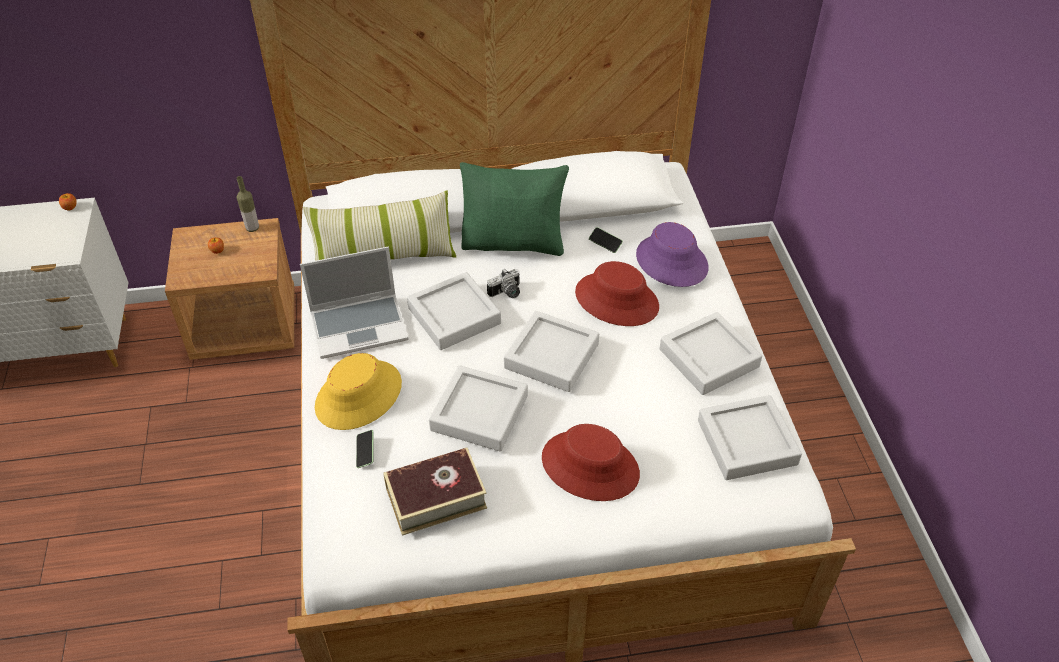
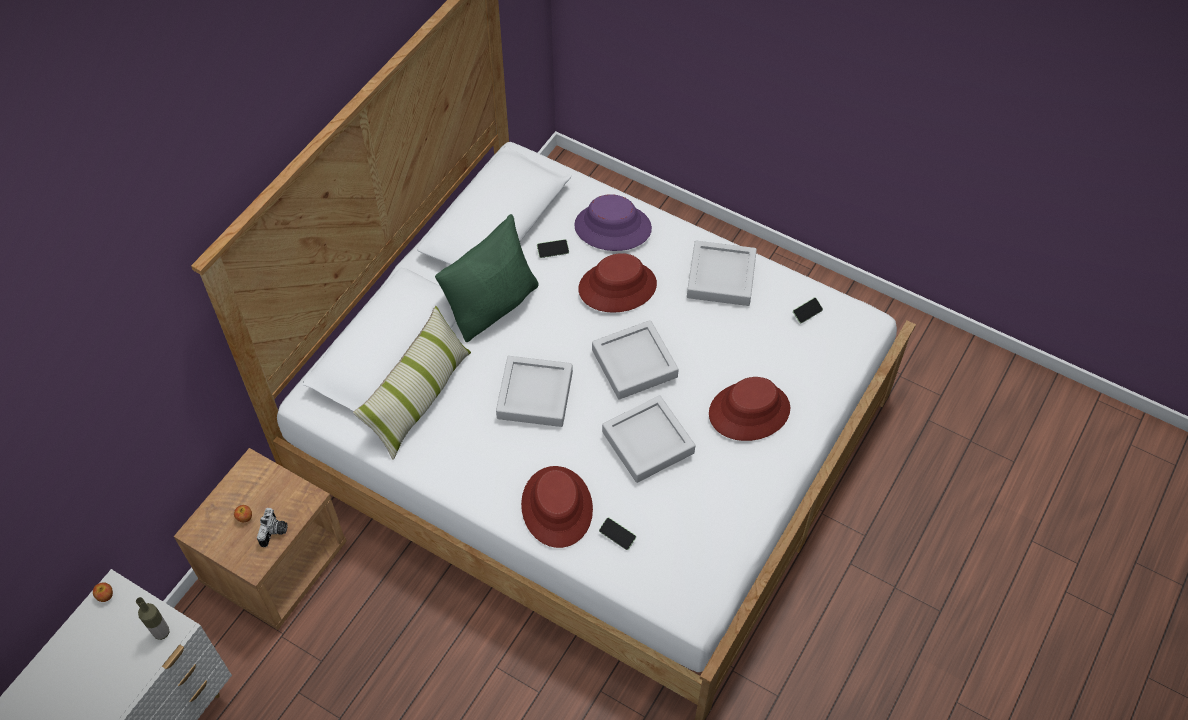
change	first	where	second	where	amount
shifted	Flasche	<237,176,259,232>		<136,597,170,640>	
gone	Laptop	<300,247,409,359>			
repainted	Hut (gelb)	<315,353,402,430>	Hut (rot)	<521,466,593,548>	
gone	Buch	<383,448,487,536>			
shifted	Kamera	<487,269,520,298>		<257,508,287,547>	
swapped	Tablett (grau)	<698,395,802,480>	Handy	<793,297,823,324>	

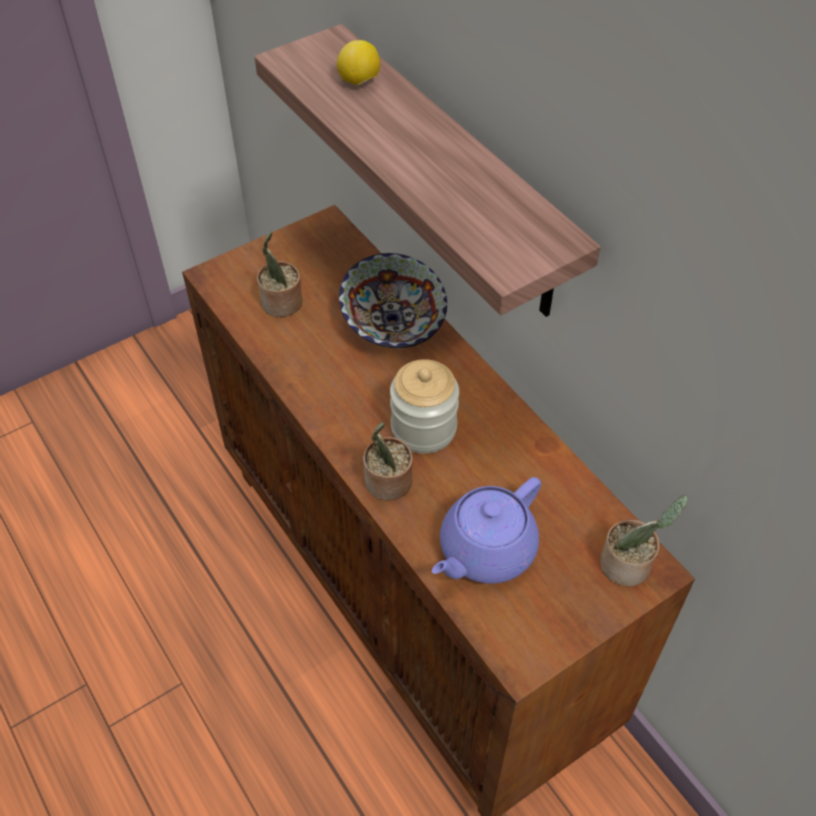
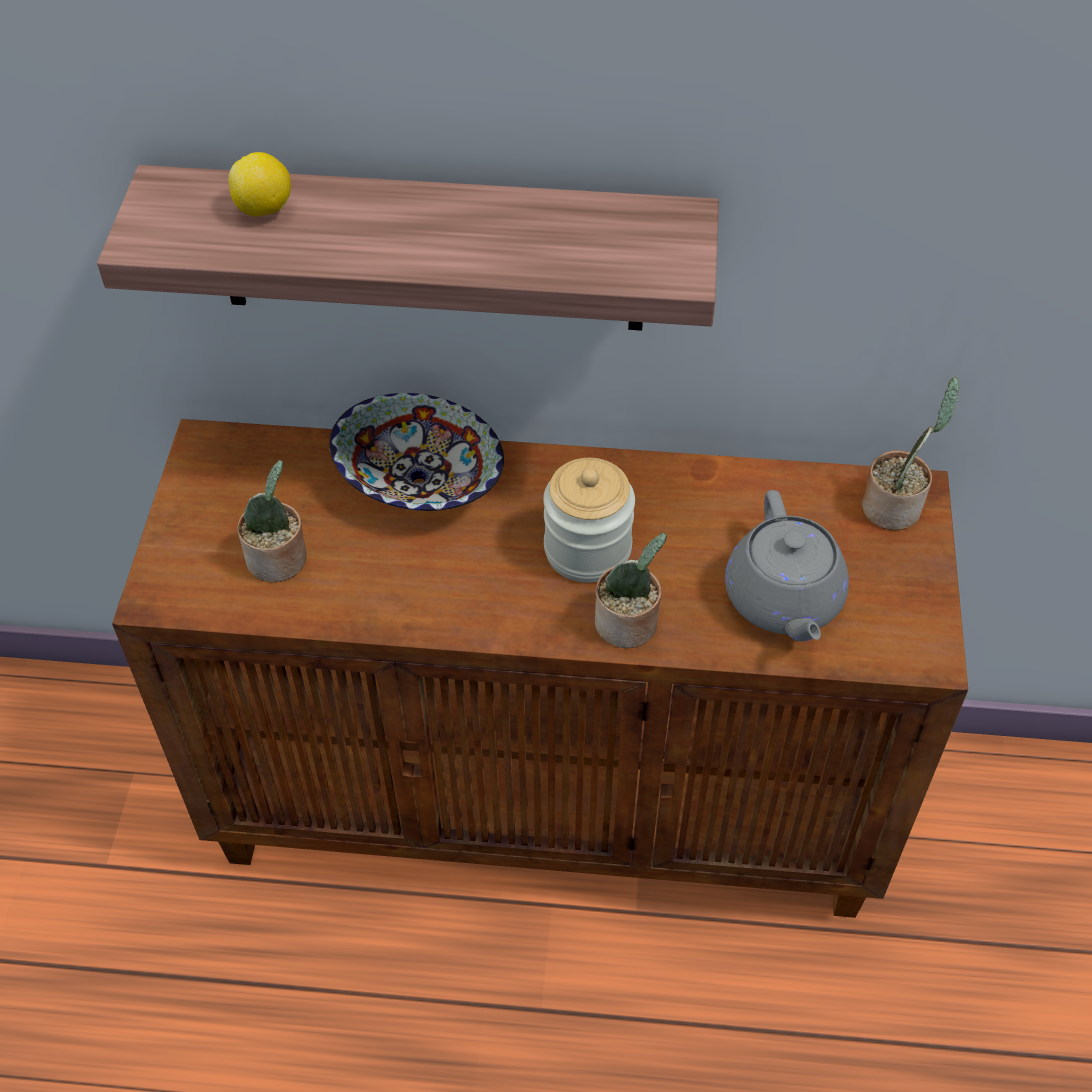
change	first	where	second	where	amount
repainted	Teekanne (lila)	<432,477,541,584>	Teekanne (grau)	<725,490,849,641>	

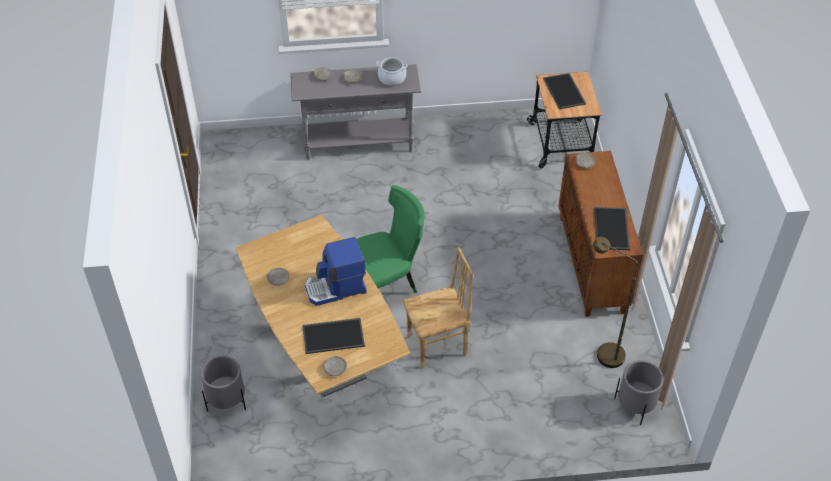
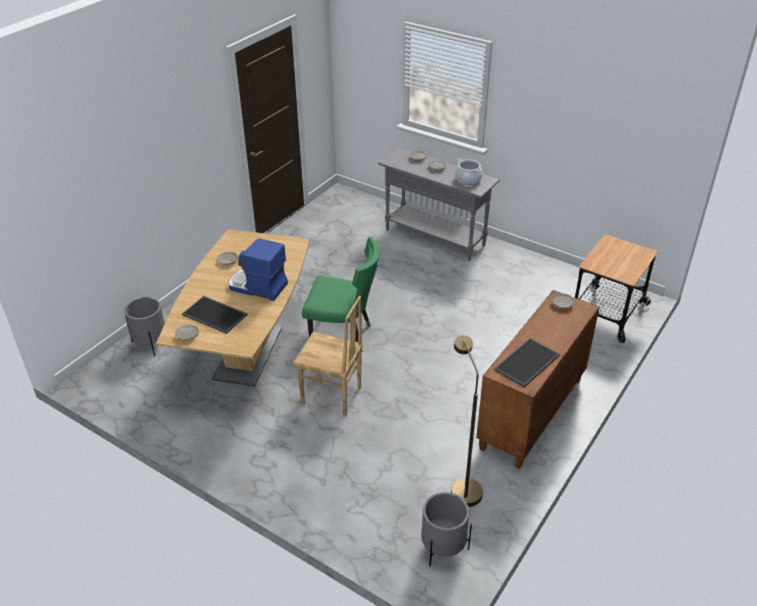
change	first	where	second	where	amount
gone	Tablett	<543,73,586,109>			

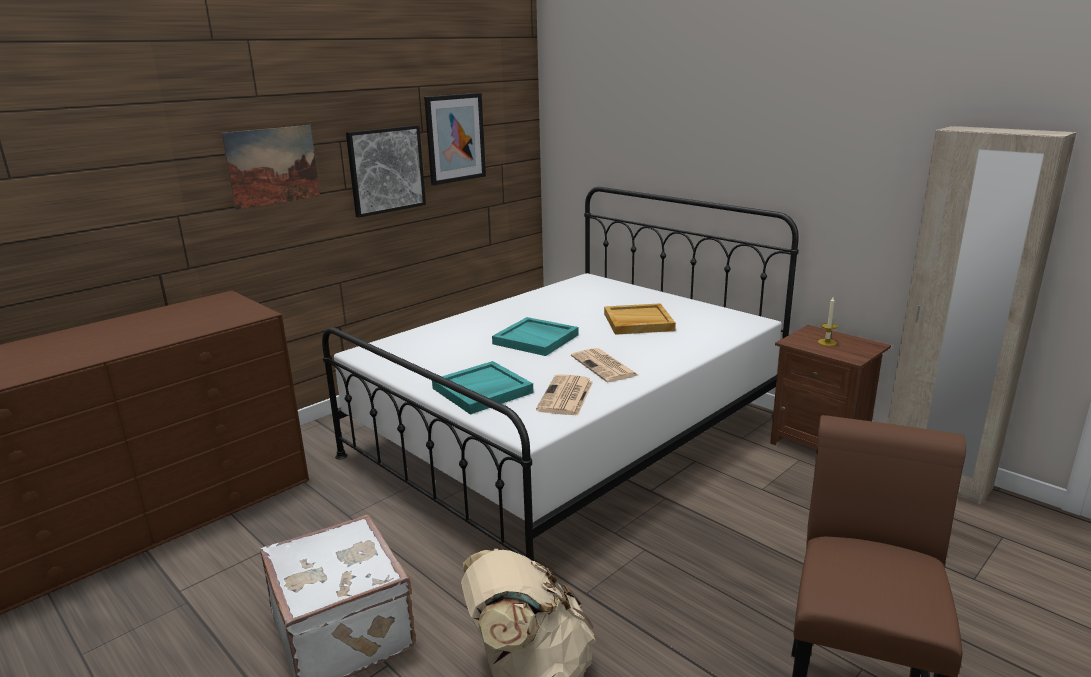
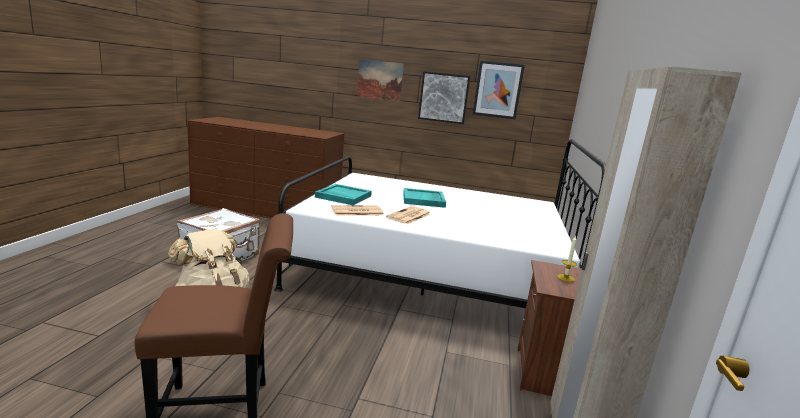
change	first	where	second	where	amount
gone	Tablett (beige)	<604,303,676,335>			

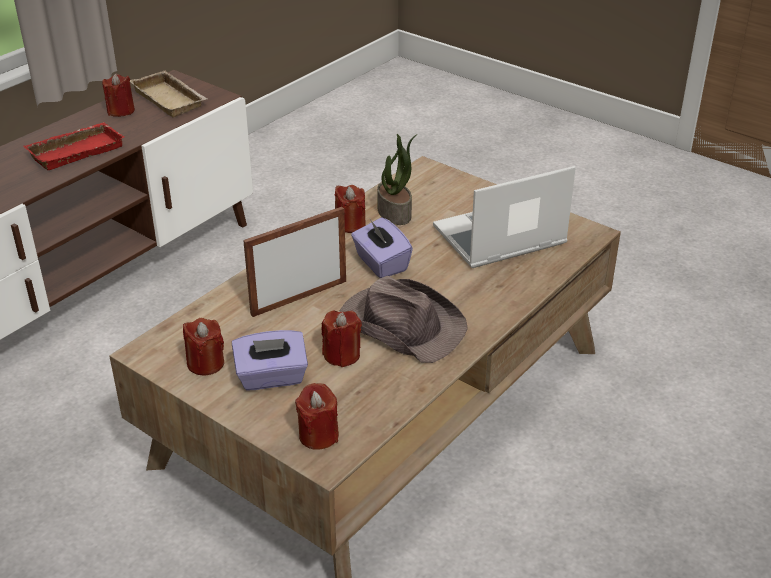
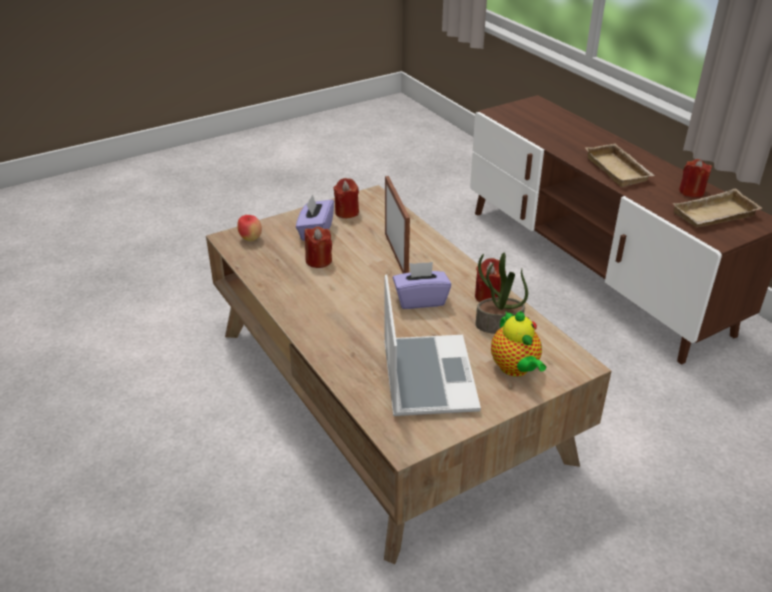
change	first	where	second	where	amount
repainted	Tablett (rot)	<24,122,124,170>	Tablett (beige)	<585,143,655,187>	
swapped	Kerze (rot)	<295,383,339,450>	Apfel	<237,215,262,241>	
gone	Hut (braun)	<339,276,468,363>			
new			Teekanne	<491,311,546,377>	

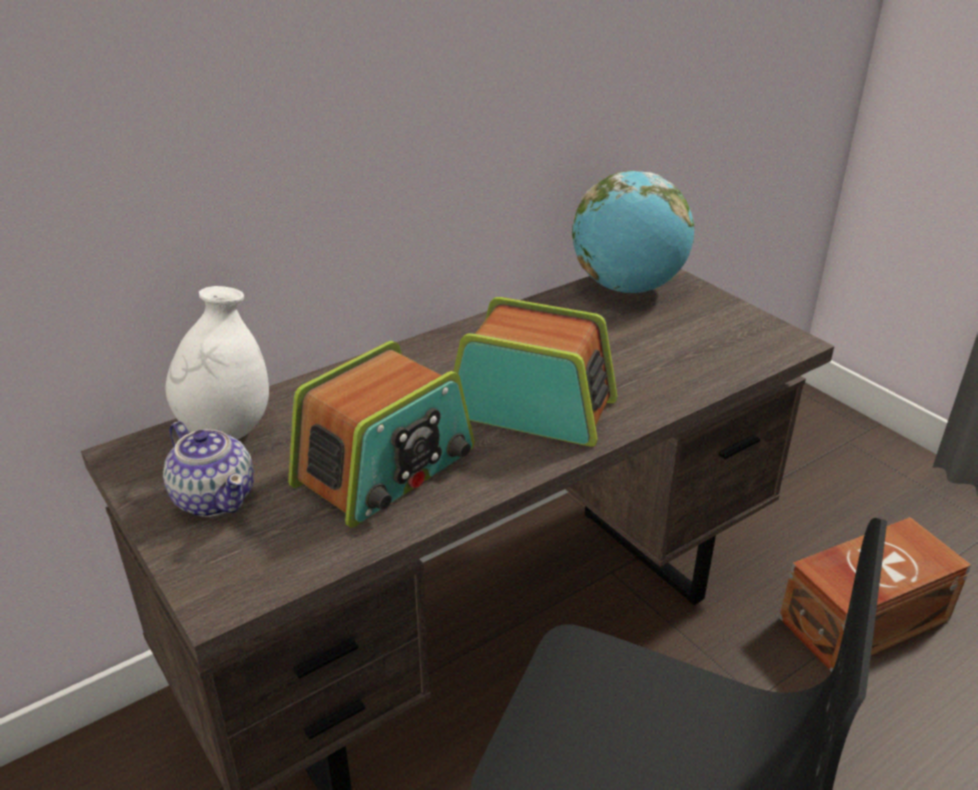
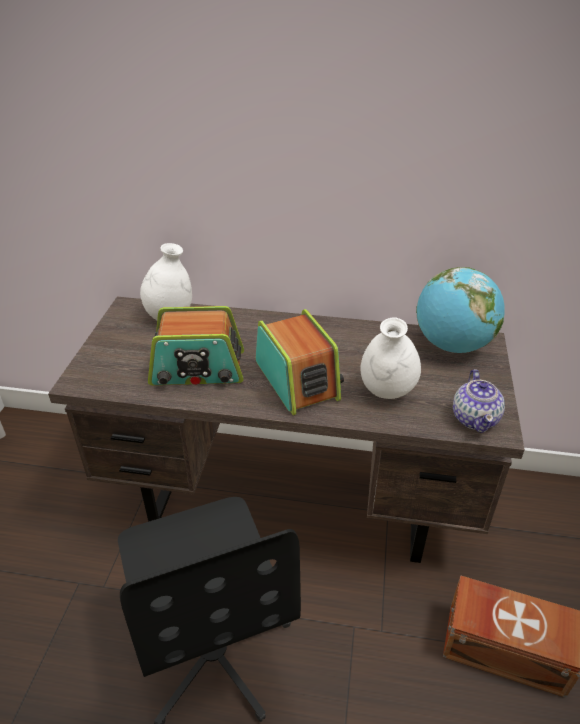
change	first	where	second	where	amount
shifted	Teekanne	<163,421,254,517>		<453,369,505,433>	
new			Vase (weiß)	<360,318,421,399>	

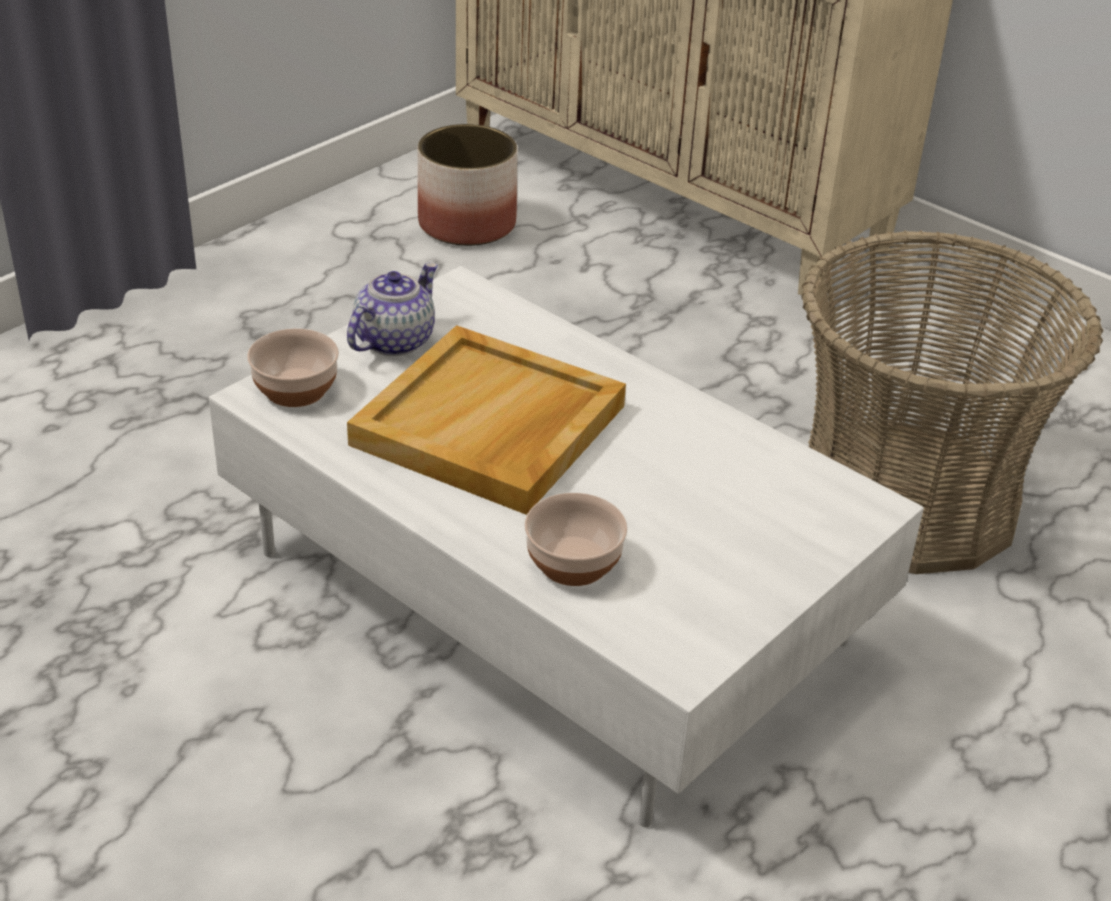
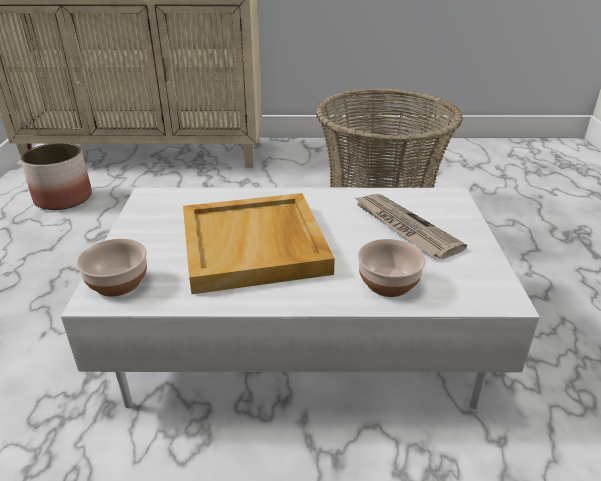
change	first	where	second	where	amount
gone	Teekanne	<347,263,438,356>			
new			Zeitung	<354,194,467,259>	

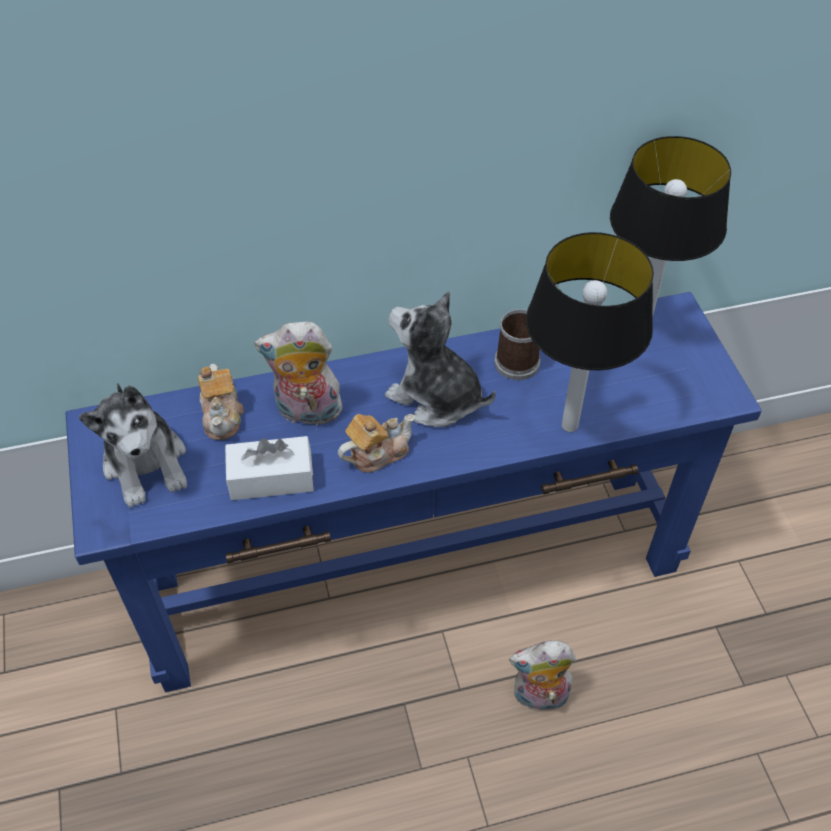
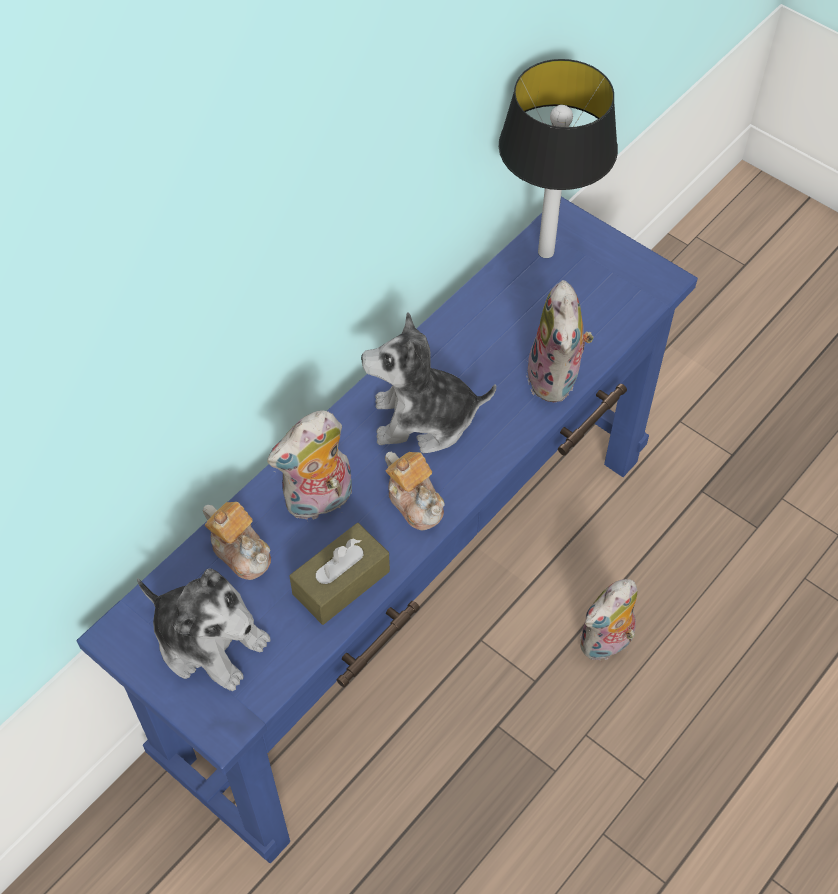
change	first	where	second	where	amount
repainted	Taschentuchbox (weiß)	<225,436,314,500>	Taschentuchbox (braun)	<289,523,390,625>	
rotated	Teekanne	<338,414,415,473>		<385,452,445,531>	120 degrees clockwise
gone	Henkelbecher	<494,309,540,380>			
swapped	Tischlampe	<526,232,654,432>	Plüschtier	<526,280,594,403>	

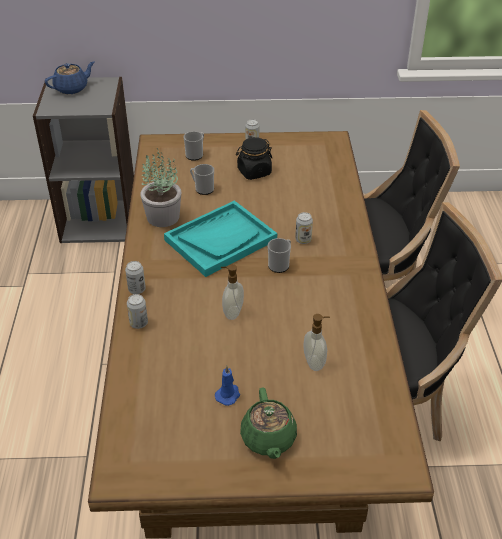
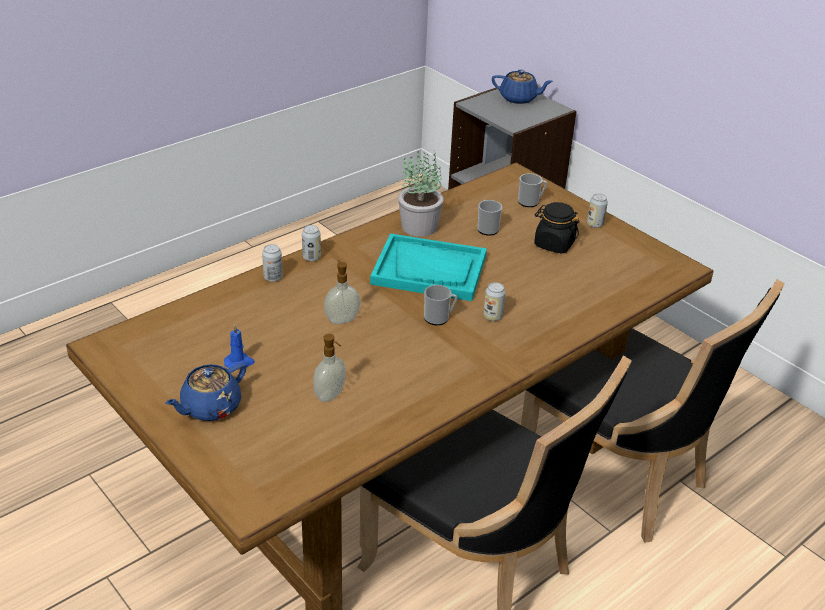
change	first	where	second	where	amount
repainted	Teekanne (grün)	<240,387,297,459>	Teekanne (blau)	<165,363,246,421>	

